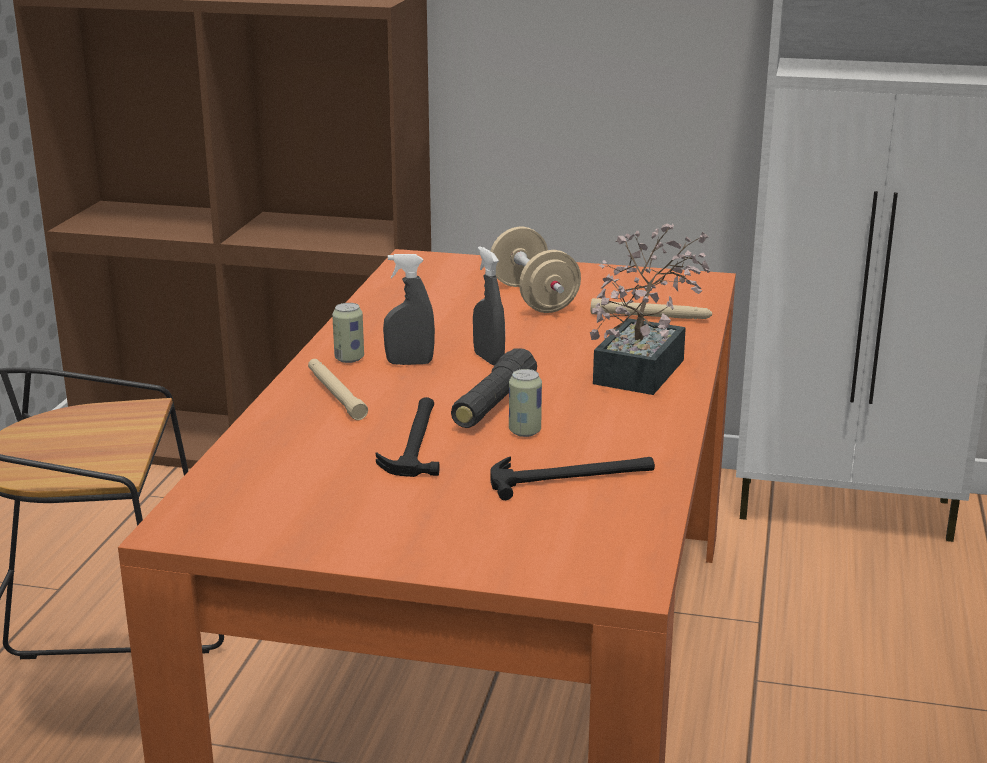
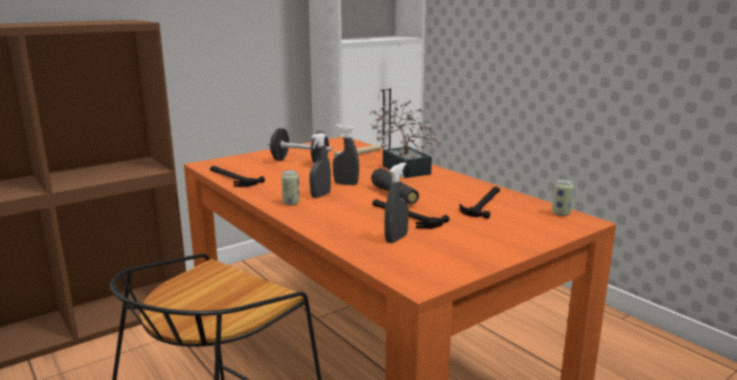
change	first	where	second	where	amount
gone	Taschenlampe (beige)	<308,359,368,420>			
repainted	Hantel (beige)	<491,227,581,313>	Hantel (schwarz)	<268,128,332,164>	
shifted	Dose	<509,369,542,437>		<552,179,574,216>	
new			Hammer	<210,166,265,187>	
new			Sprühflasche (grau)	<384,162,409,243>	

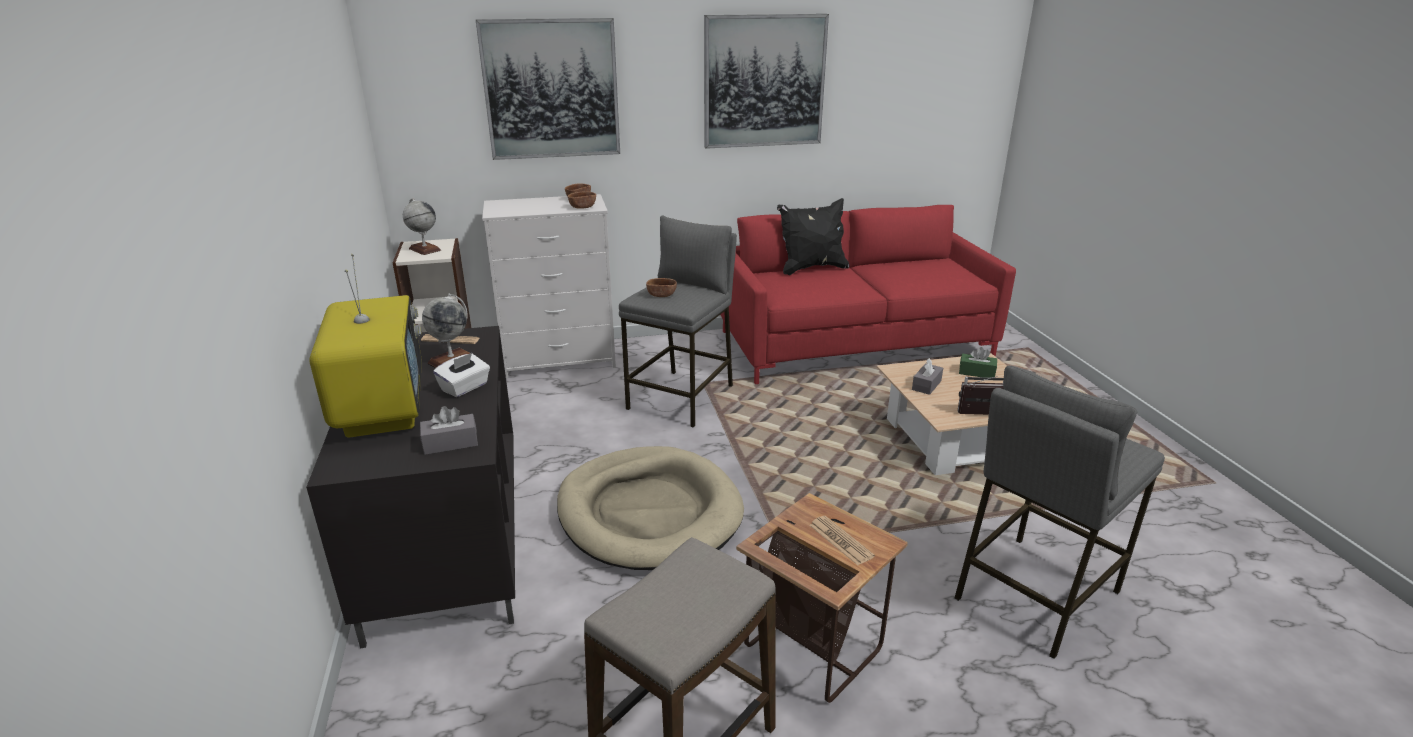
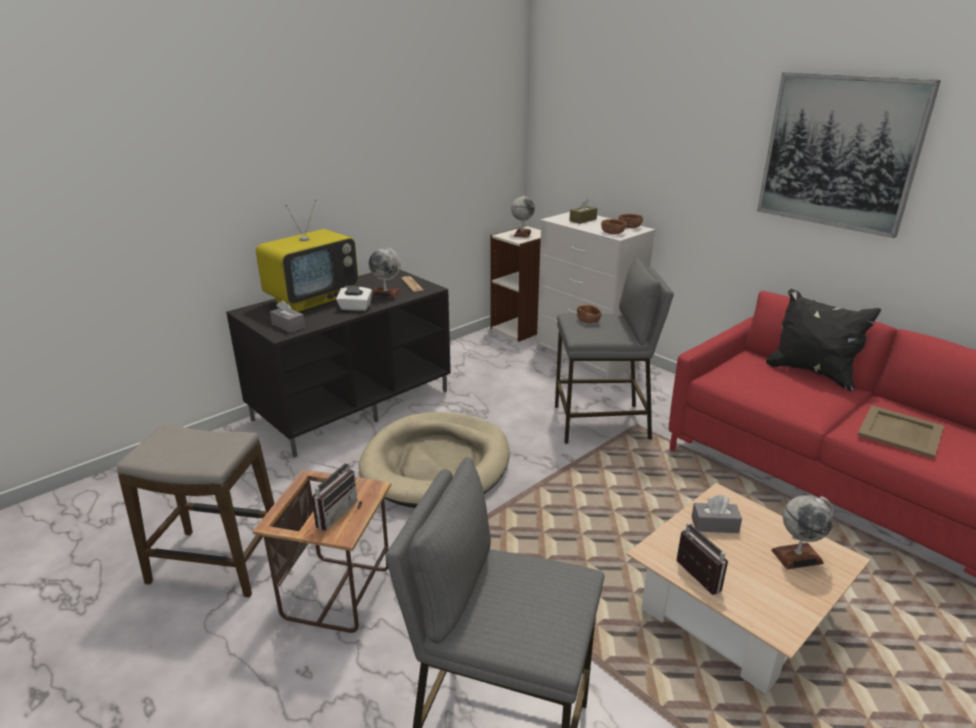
change	first	where	second	where	amount
gone	Bild	<476,18,620,160>			
swapped	Zeitung	<810,516,875,565>	Radio	<310,461,358,531>	
swapped	Taschentuchbox (grün)	<959,347,997,378>	Globus	<771,496,833,569>	
new			Taschentuchbox (braun)	<569,198,597,224>	
new			Tablett (beige)	<858,405,944,458>	

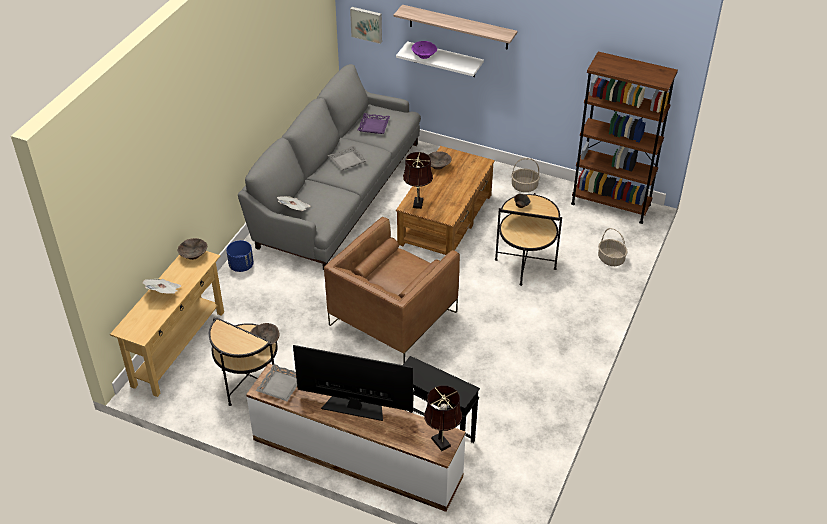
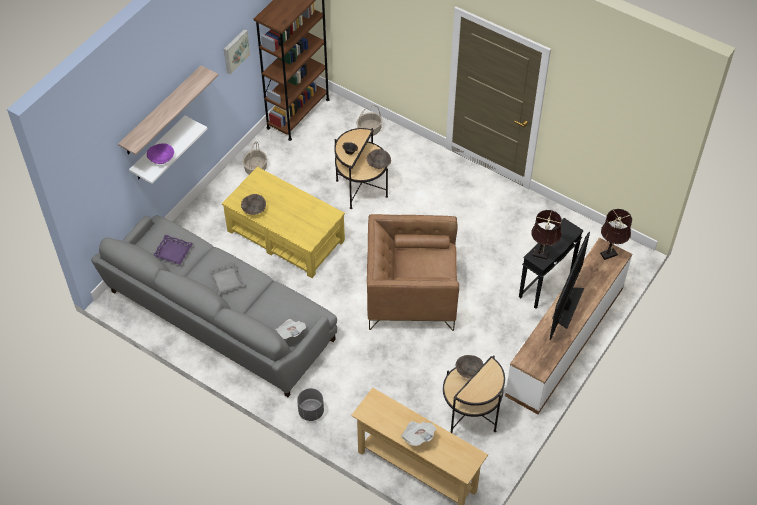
change	first	where	second	where	amount
shifted	Schüssel (braun)	<178,238,207,260>		<367,149,391,169>	
repainted	Pflanzkübel (blau)	<226,240,254,272>	Pflanzkübel (grau)	<297,388,324,421>	
gone	Tablett (grau)	<256,364,297,401>			
rotated	Sessel (braun)	<324,217,460,363>		<367,214,459,331>	135 degrees clockwise
shifted	Bild	<350,7,382,44>		<224,29,250,74>	
repainted	Couchtisch (braun)	<396,146,495,255>	Couchtisch (gelb)	<222,167,345,278>	
shifted	Tischlampe (braun)	<403,152,433,209>		<531,210,562,260>	

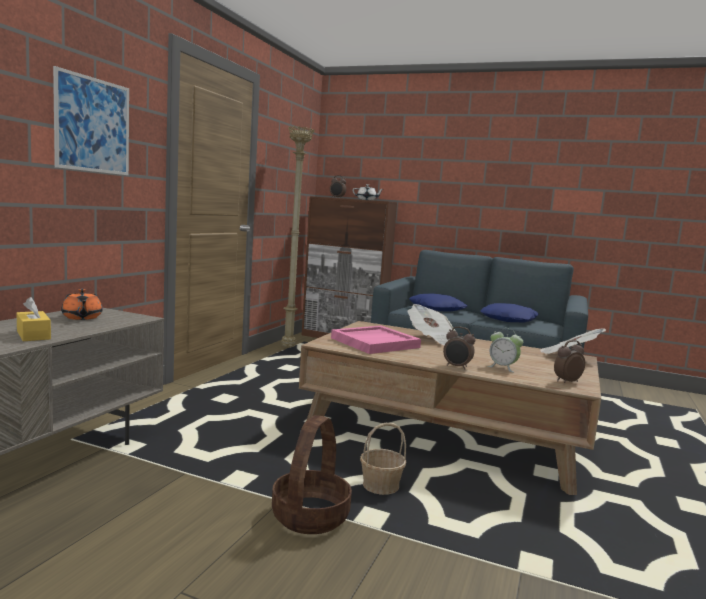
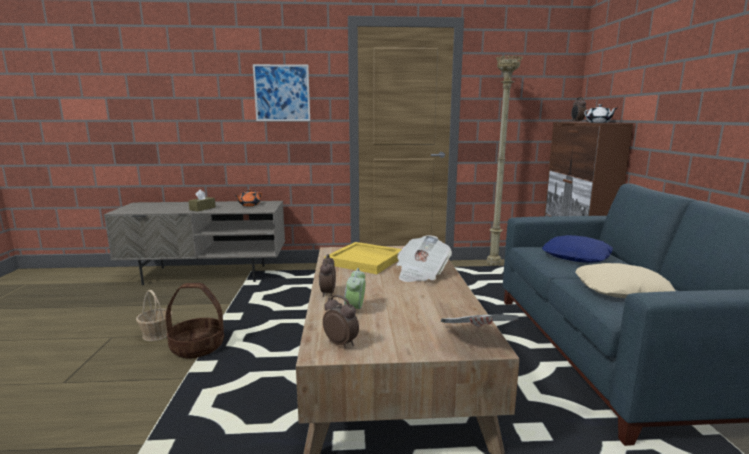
change	first	where	second	where	amount
repainted	Taschentuchbox (gelb)	<17,297,51,341>	Taschentuchbox (braun)	<189,190,216,211>	
repainted	Tablett (rosa)	<331,326,421,354>	Tablett (gelb)	<325,242,402,274>	
shifted	Korb	<360,423,406,495>		<136,290,172,341>	
repainted	Kissen (blau)	<480,303,538,322>	Kissen (beige)	<575,263,676,298>	

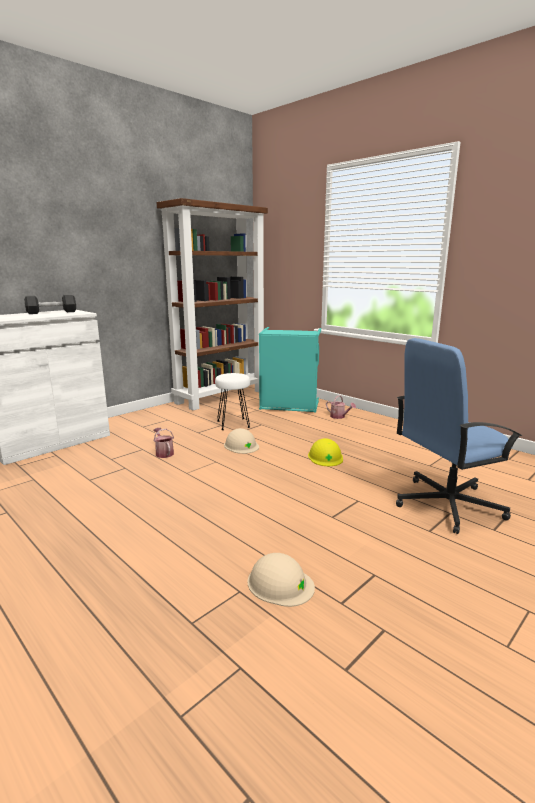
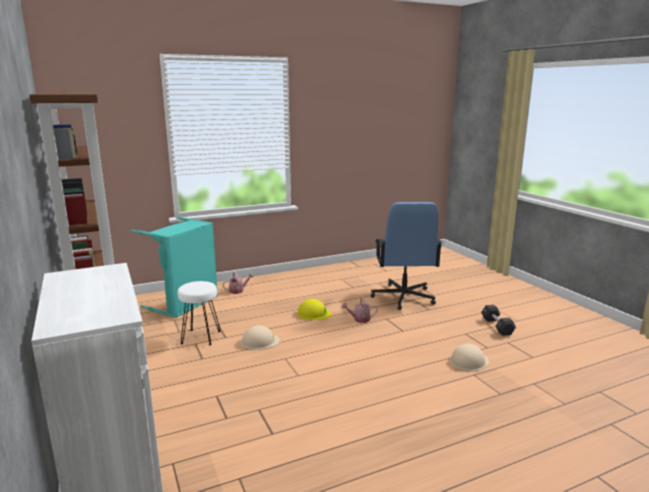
change	first	where	second	where	amount
shifted	Hantel (schwarz)	<24,294,76,314>		<481,305,516,336>	
shifted	Gießkanne	<153,428,174,458>		<341,297,378,323>	

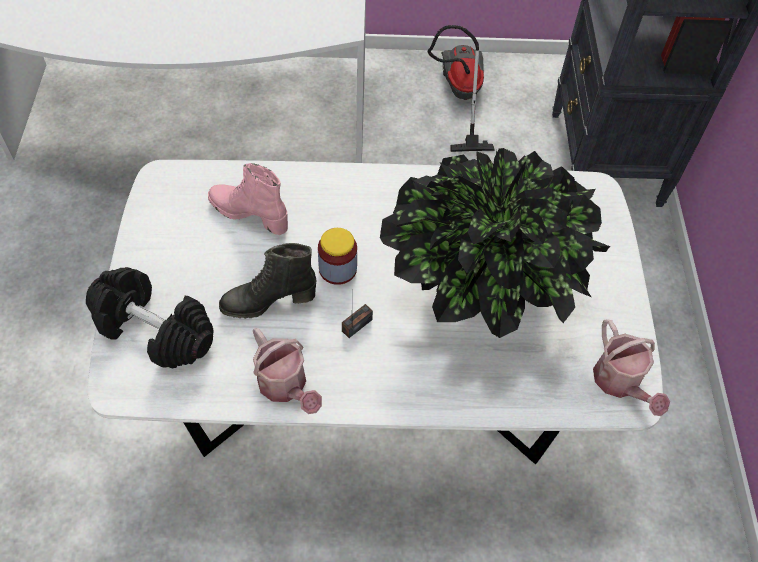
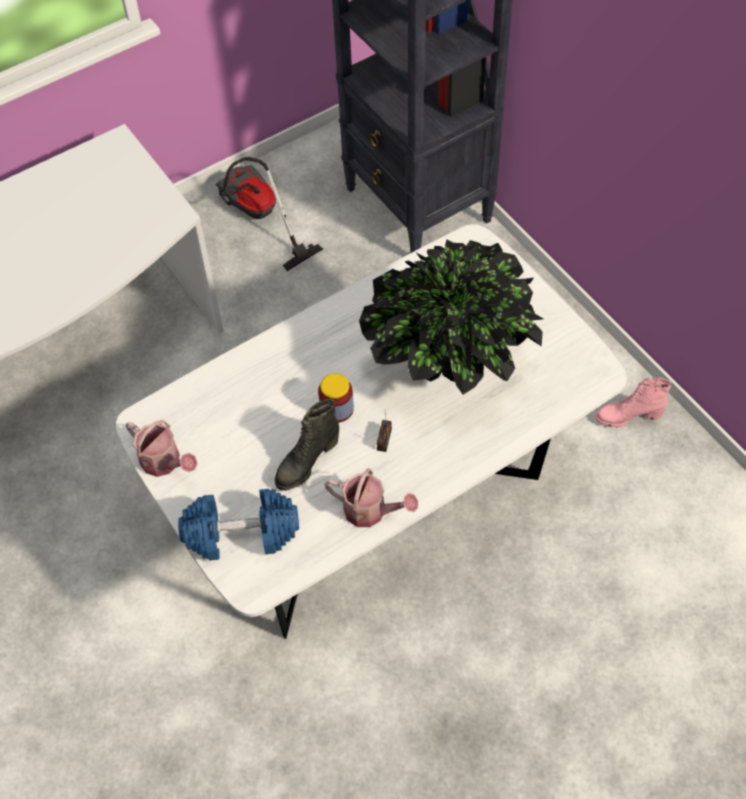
change	first	where	second	where	amount
repainted	Hantel (schwarz)	<86,267,214,368>	Hantel (blau)	<178,489,299,560>	
shifted	Stiefel (rosa)	<208,163,288,235>		<595,377,672,428>	
shifted	Gießkanne	<593,319,670,416>		<125,420,198,477>	

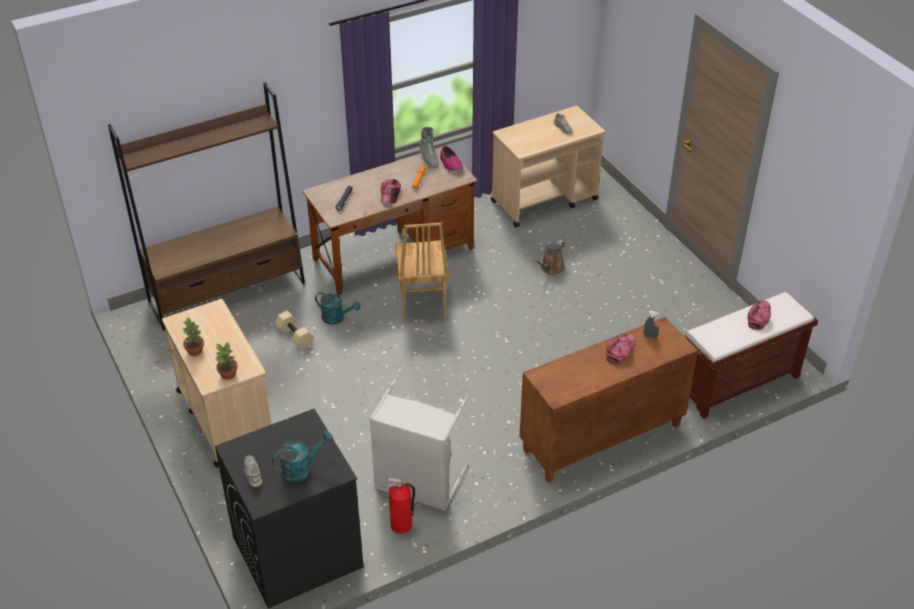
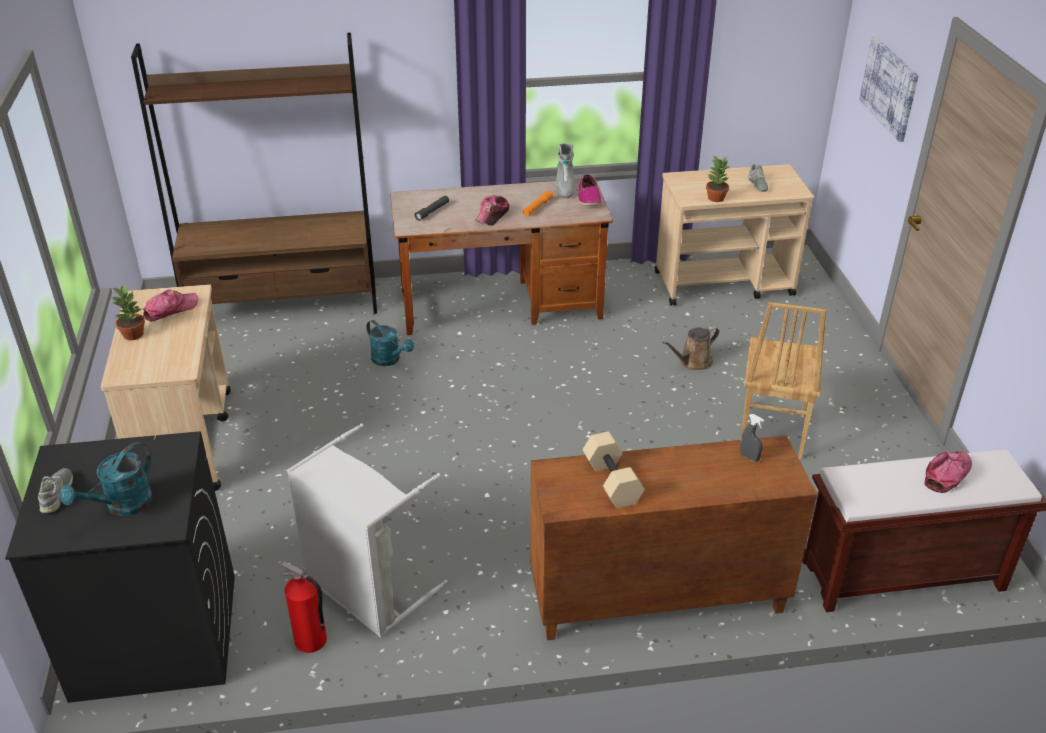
change	first	where	second	where	amount
shifted	Topfpflanze	<216,343,238,380>		<706,155,729,202>	
rotated	Gießkanne (türkis)	<272,430,333,483>		<60,442,153,516>	135 degrees clockwise
shifted	Hantel (beige)	<275,311,314,350>		<583,431,645,508>	
shifted	Stuhl (braun)	<395,223,449,322>		<740,302,826,459>	
shifted	Kappe	<607,334,636,365>		<143,289,198,321>	
new			Bild	<859,37,919,142>	

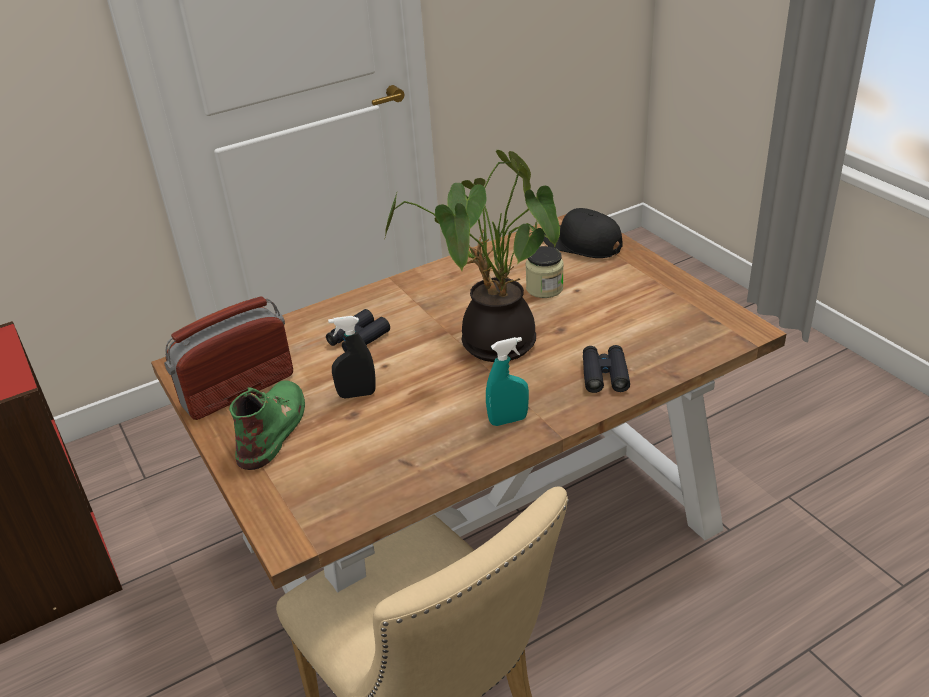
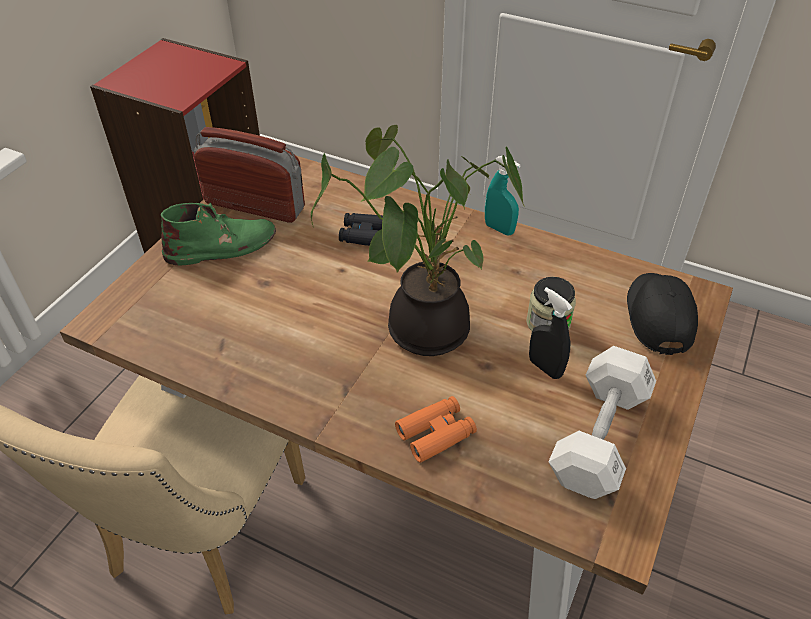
change	first	where	second	where	amount
shifted	Sprühflasche (schwarz)	<328,316,376,399>		<529,287,572,379>	
shifted	Sprühflasche (türkis)	<486,337,529,426>		<485,156,521,235>	
repainted	Fernglas (schwarz)	<583,345,630,393>	Fernglas (orange)	<395,396,477,463>	
new			Hantel (weiß)	<548,346,656,499>	

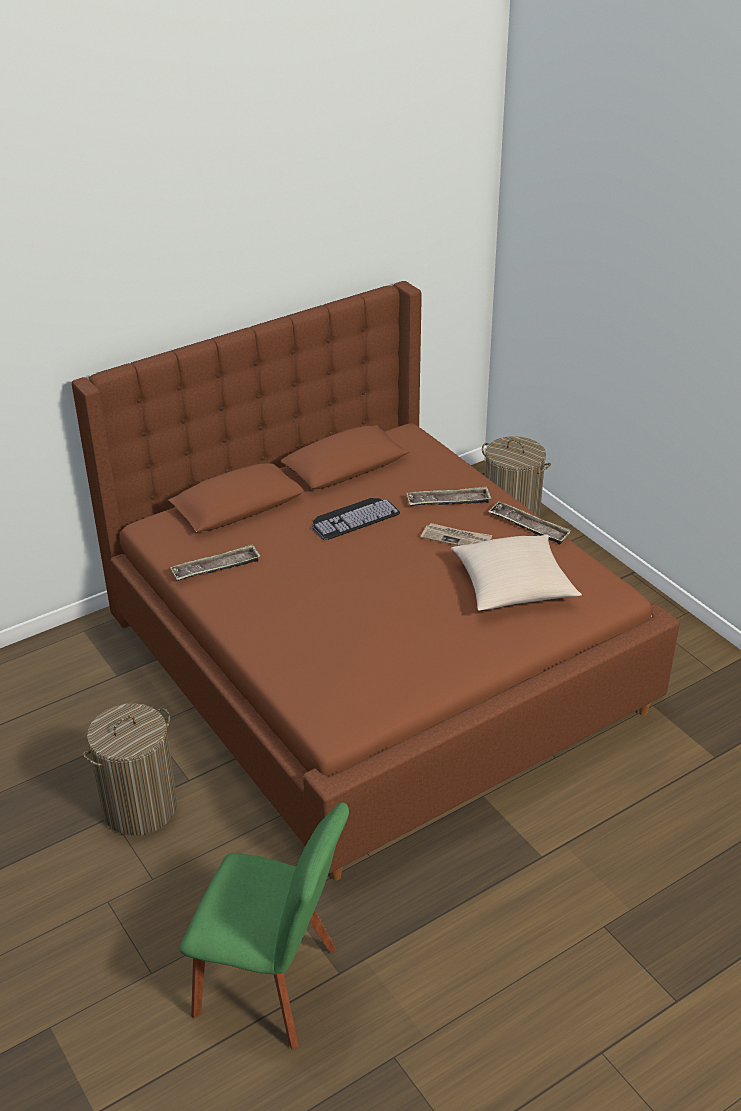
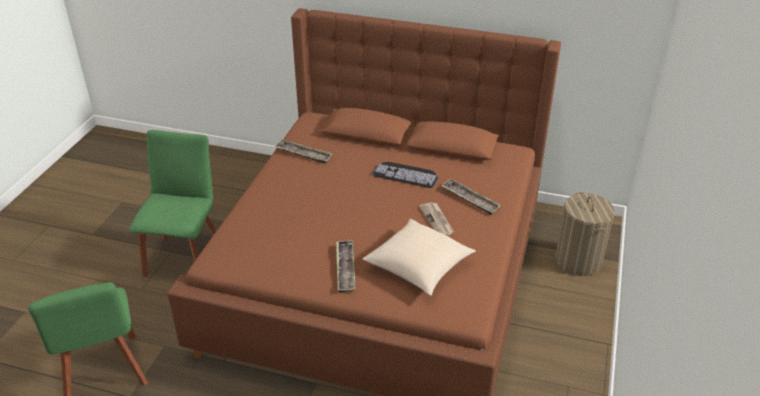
change	first	where	second	where	amount
swapped	Wäschekorb	<83,703,177,836>	Stuhl (grün)	<129,130,217,277>	
shifted	Tablett	<488,501,572,545>		<336,240,356,293>	

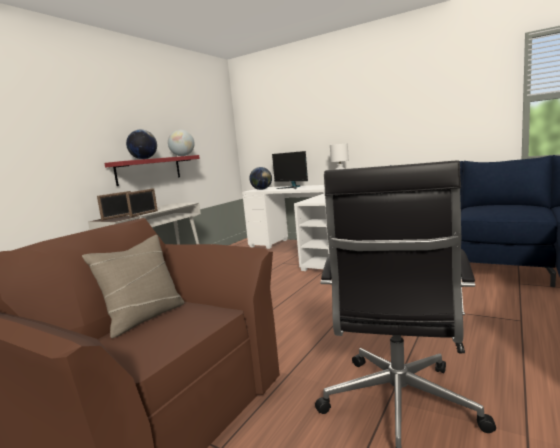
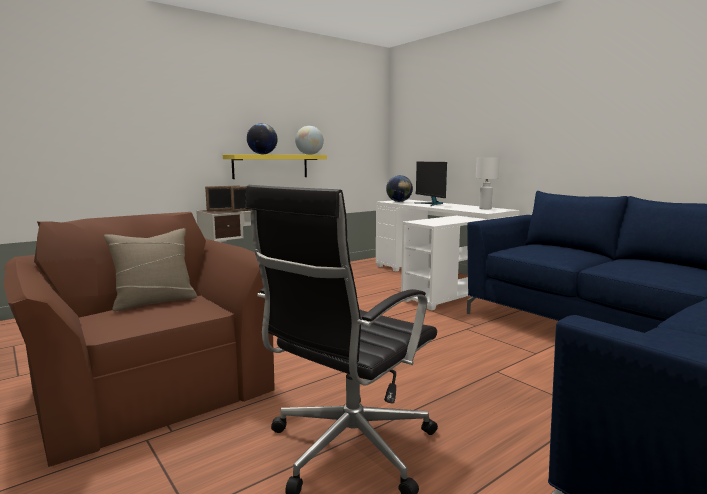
change	first	where	second	where	amount
repainted	Wandregal (rot)	<105,155,200,186>	Wandregal (gelb)	<223,154,327,179>	

